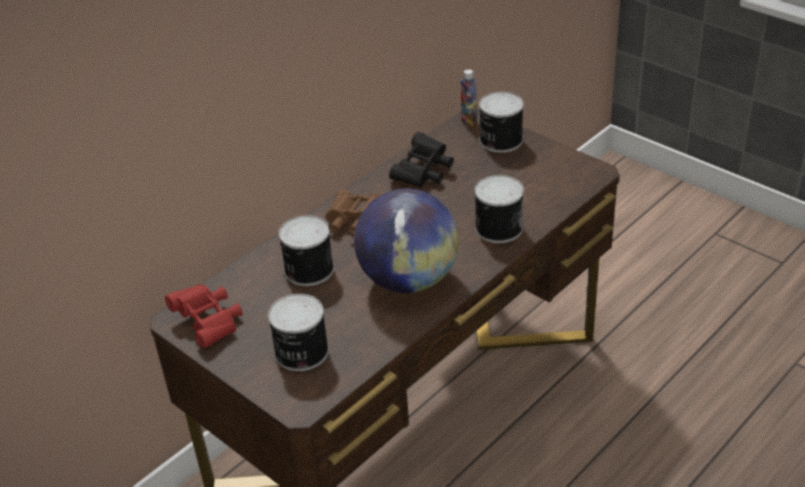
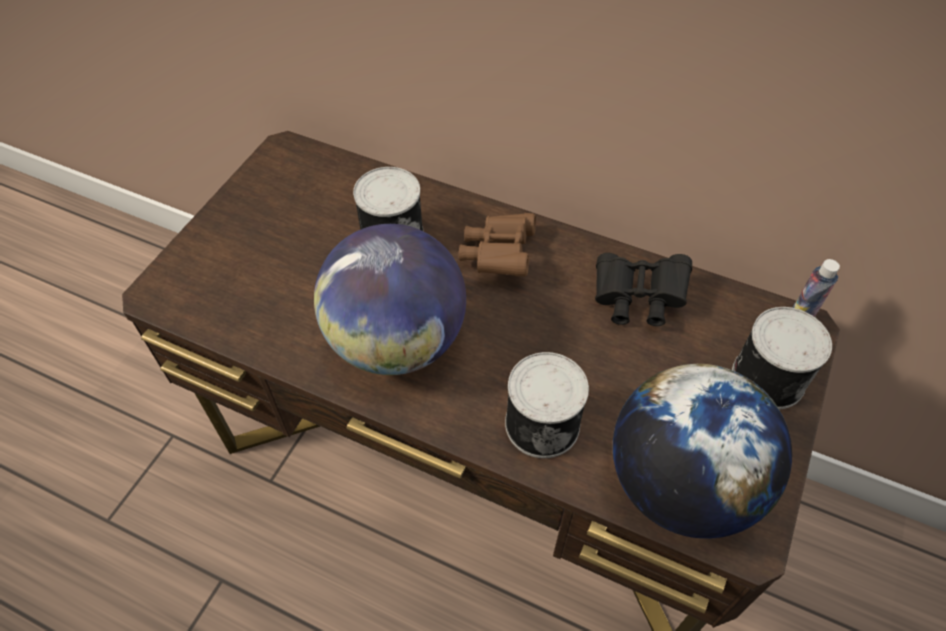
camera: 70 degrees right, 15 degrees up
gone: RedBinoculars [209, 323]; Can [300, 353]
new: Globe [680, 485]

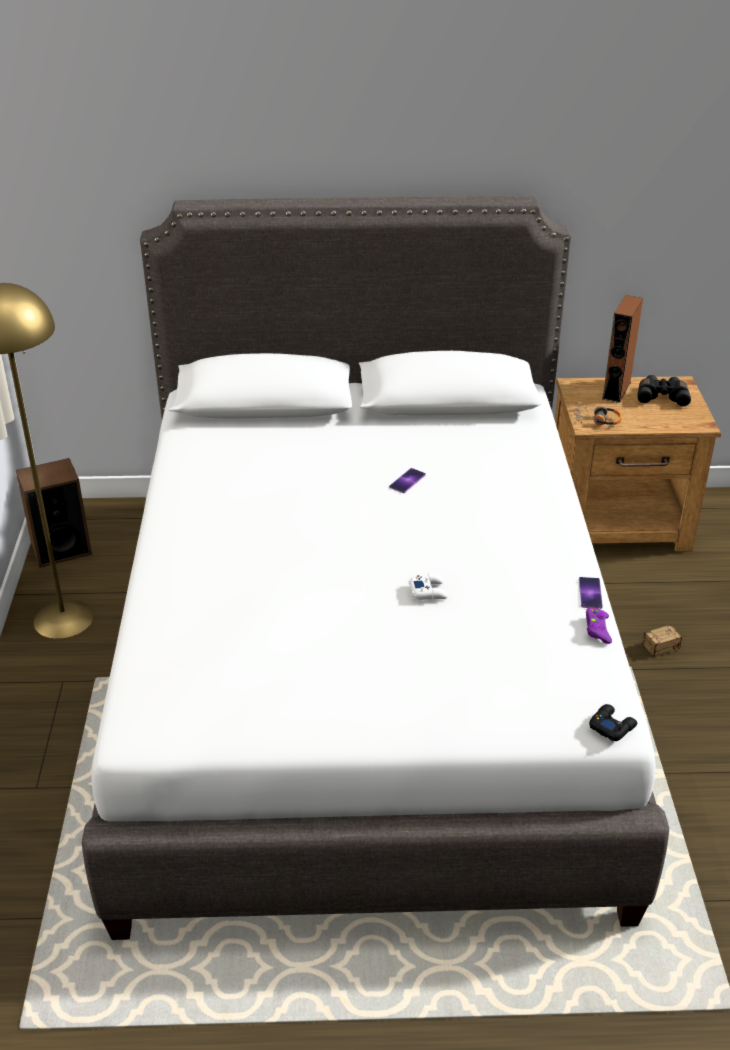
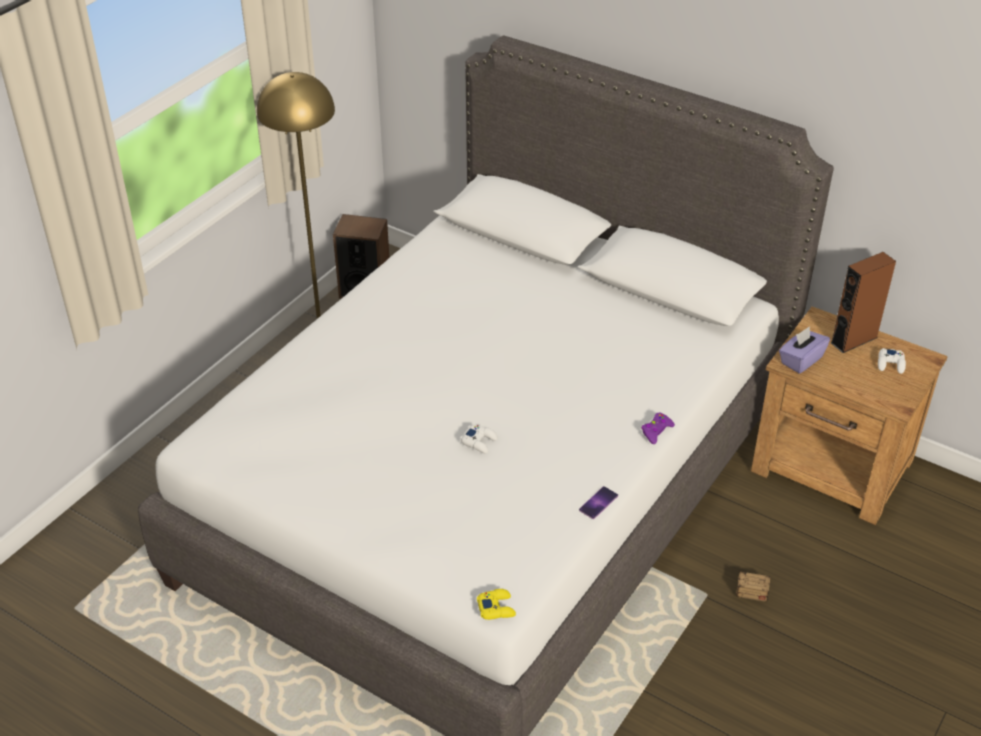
camera: 35 degrees right, 5 degrees up
gone: Phone [407, 481]
shifted: PurpleGameController [597, 629] to [656, 431]
swapped: Headphones [596, 420] to PurpleTissueBox [801, 360]; BlackBinoculars [662, 397] to WhiteGameController [890, 364]
repainted: BlackGameController [612, 726] to YellowGameController [496, 608]

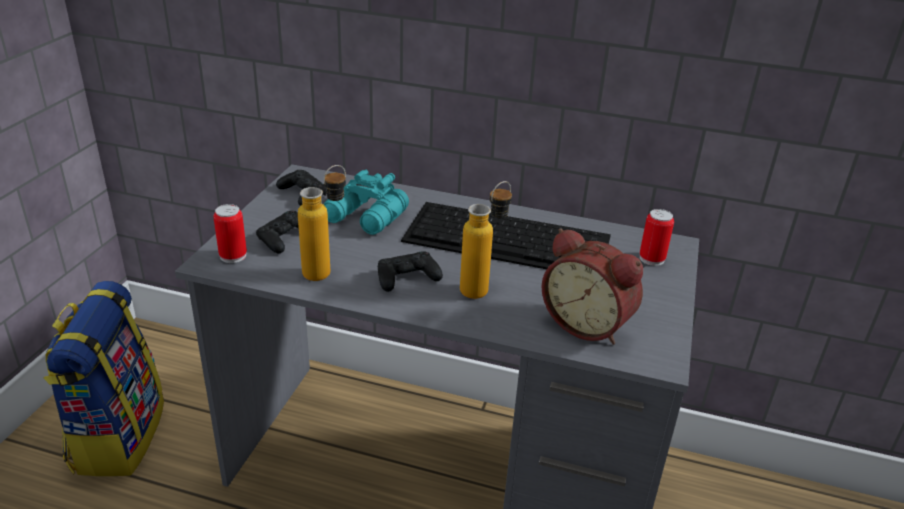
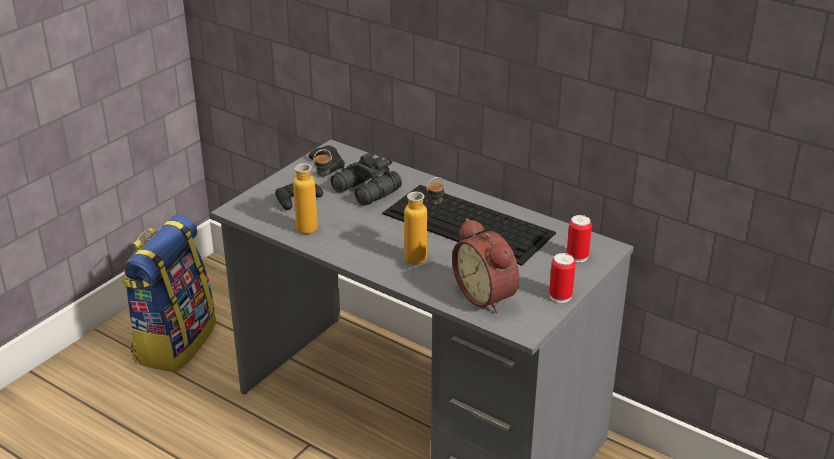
camera: 20 degrees right, 0 degrees up
gone: BlackGameController [407, 278]
shifted: Can [233, 256] to [560, 296]
repainted: TurquoiseBinoculars [366, 217] to BlackBinoculars [366, 191]

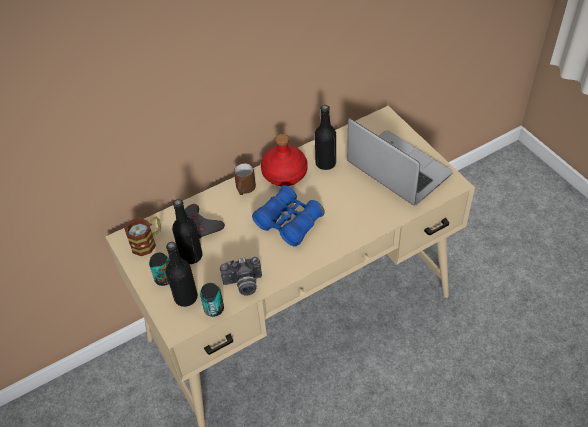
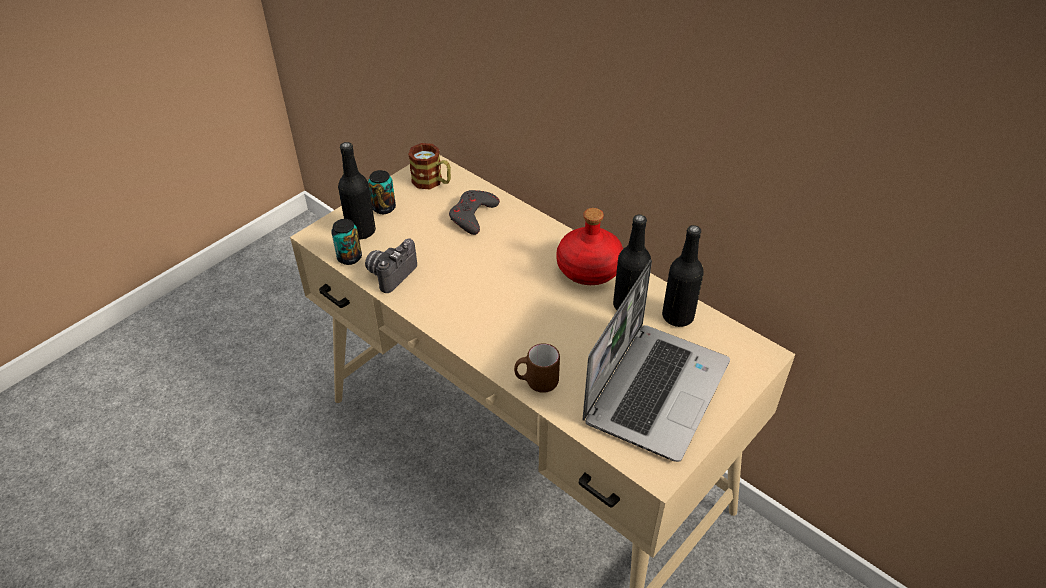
camera: 70 degrees right, 5 degrees down
gone: BlueBinoculars [289, 222]
shifted: BrownMug [245, 190] to [536, 382]; BlackBottle [191, 256] to [677, 316]
rotated: PhotoCamera [243, 285] = [390, 273] 60 degrees clockwise

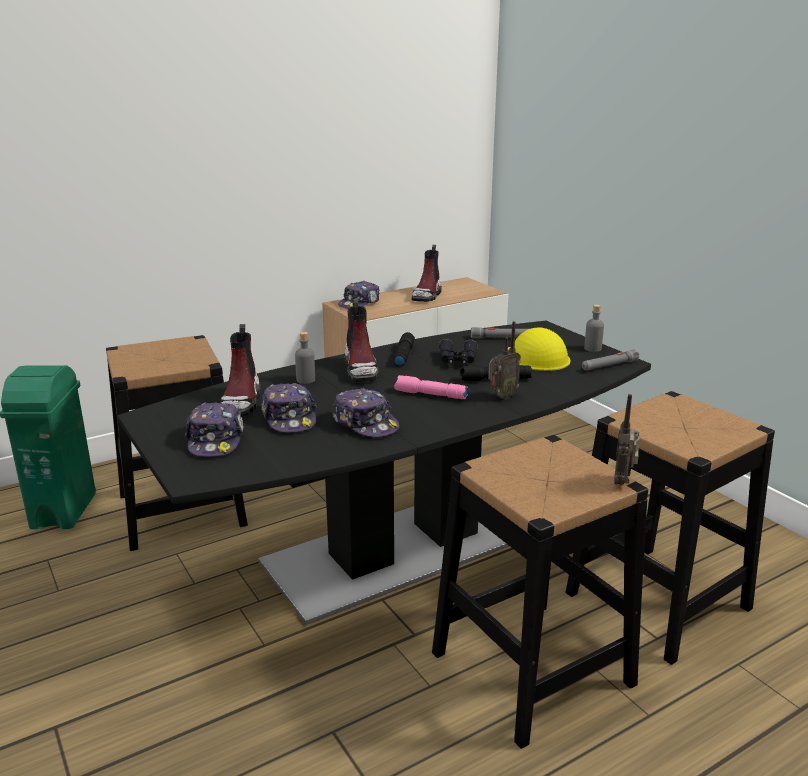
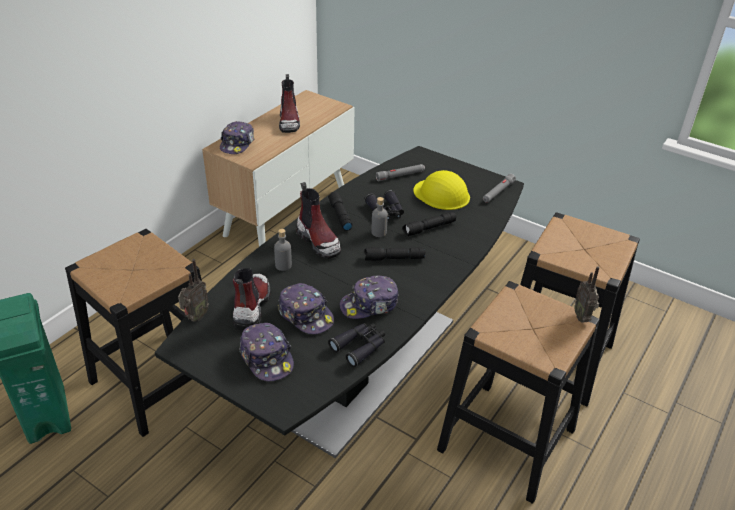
camera: 25 degrees left, 15 degrees up
new: BlackBinoculars [360, 346]
shifted: Radio [501, 397] to [195, 317]; GreyBottle [592, 348] to [379, 232]
repainted: PinkFlashlight [430, 395] to BlackFlashlight [393, 259]
rotated: Boot [241, 402] = [251, 307] 150 degrees counterclockwise; Cap [366, 423] = [370, 305] 135 degrees clockwise

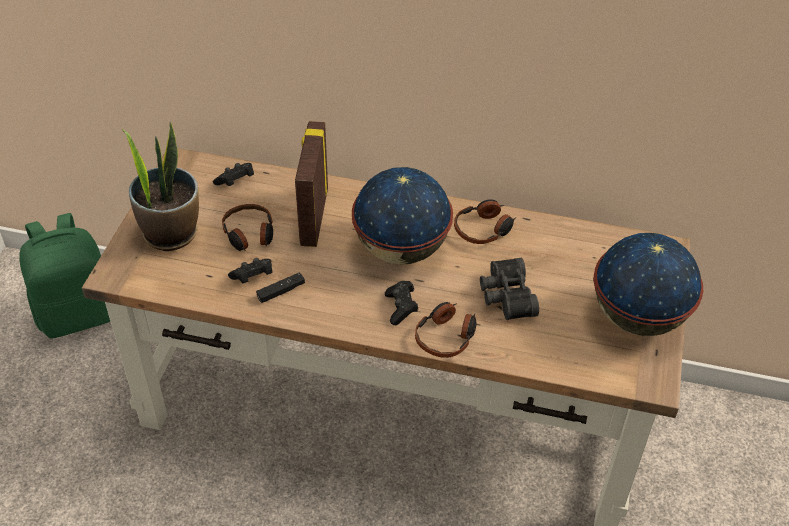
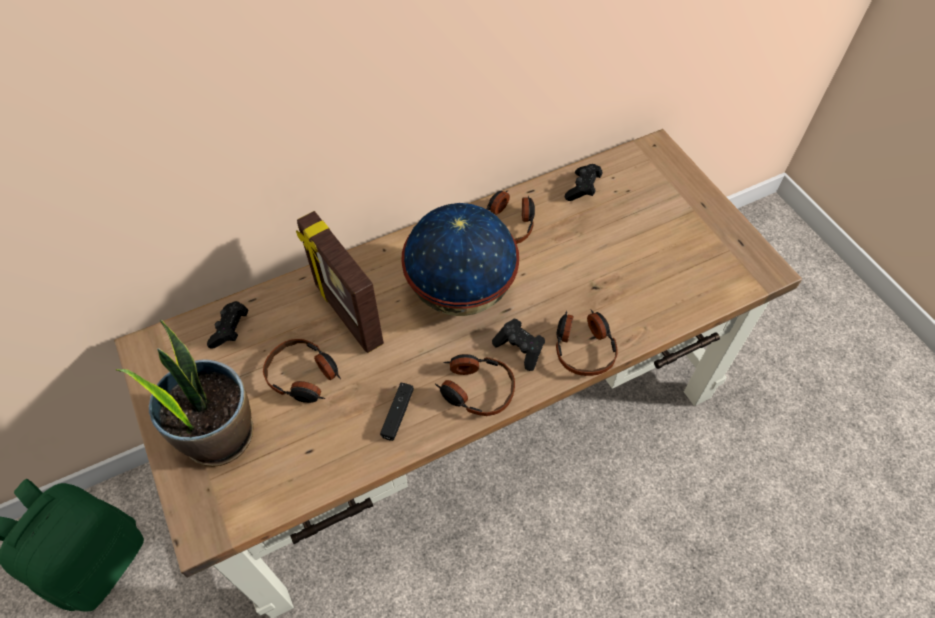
camera: 40 degrees left, 10 degrees up
gone: BlackBinoculars [505, 296]; Globe [638, 317]
new: Headphones [475, 389]
shifted: BlackGameController [253, 277] to [582, 189]

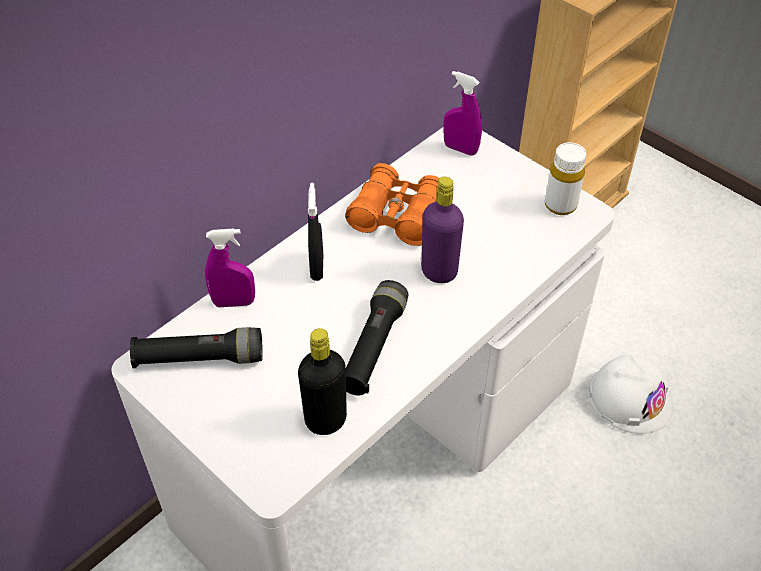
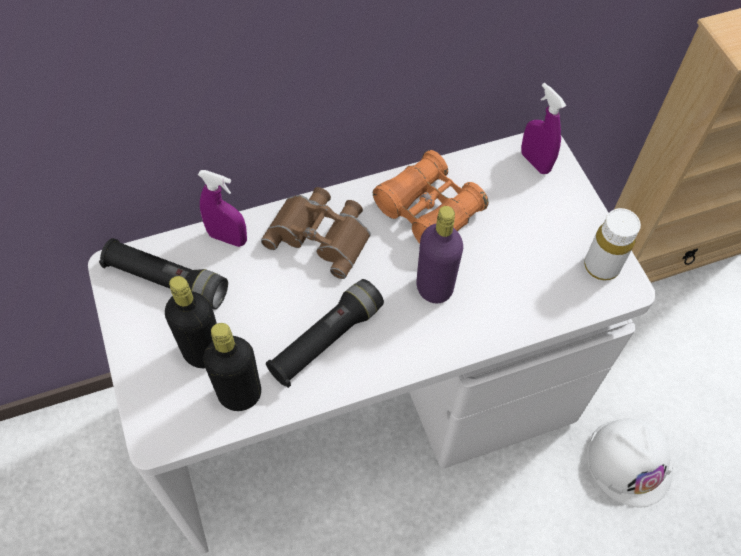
camera: 25 degrees right, 10 degrees up
new: BlackBottle [203, 352]
swapped: BlackSprayBottle [317, 267] to BrownBinoculars [322, 234]

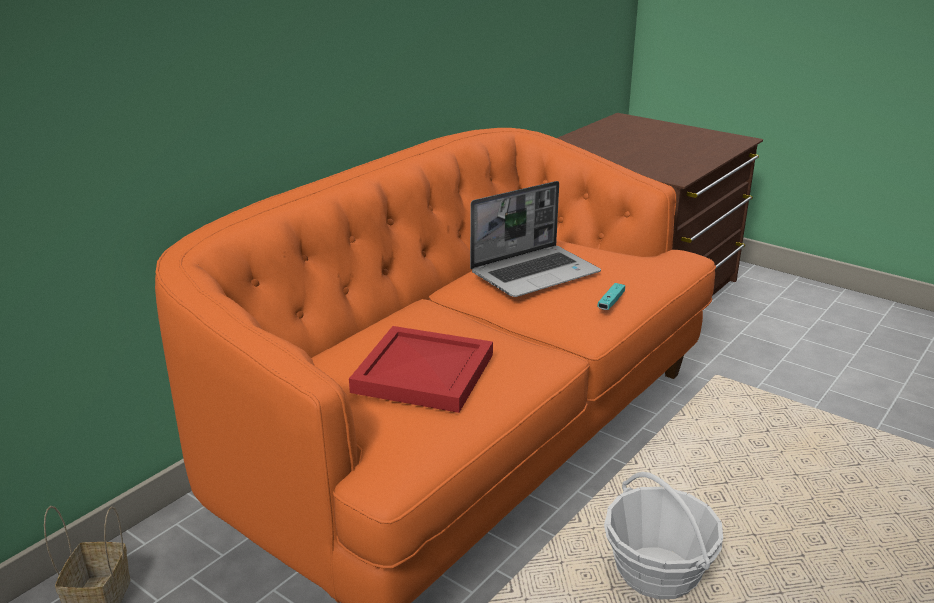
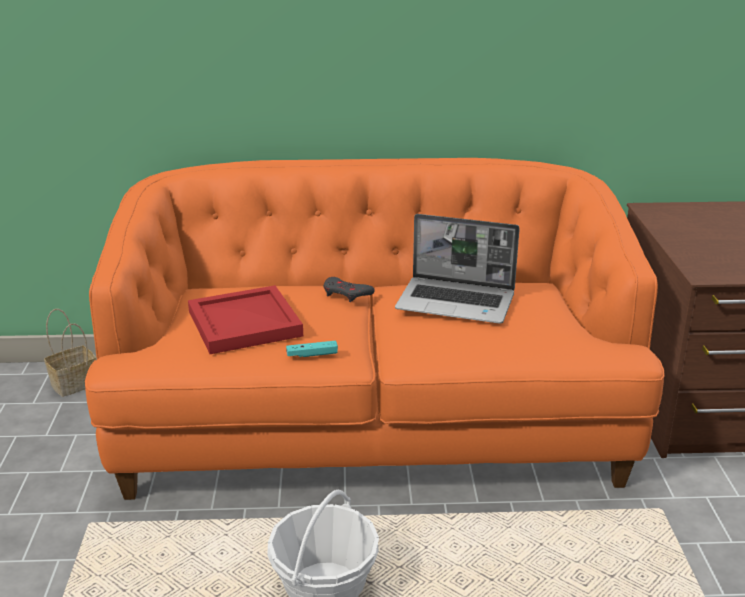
camera: 50 degrees right, 0 degrees up
new: GreyGameController [346, 293]
shifted: TurquoiseGameController [611, 302] to [312, 354]

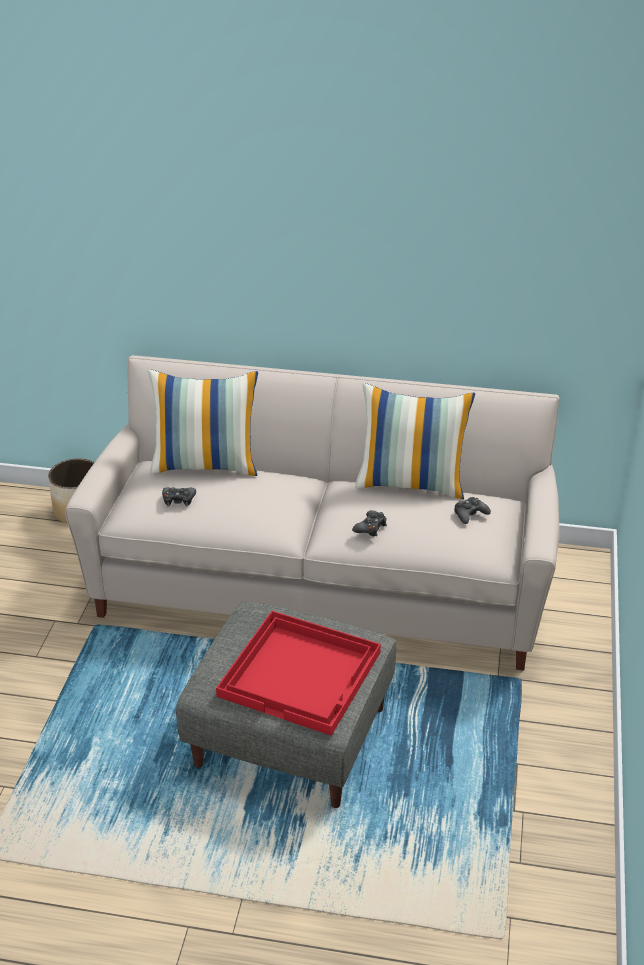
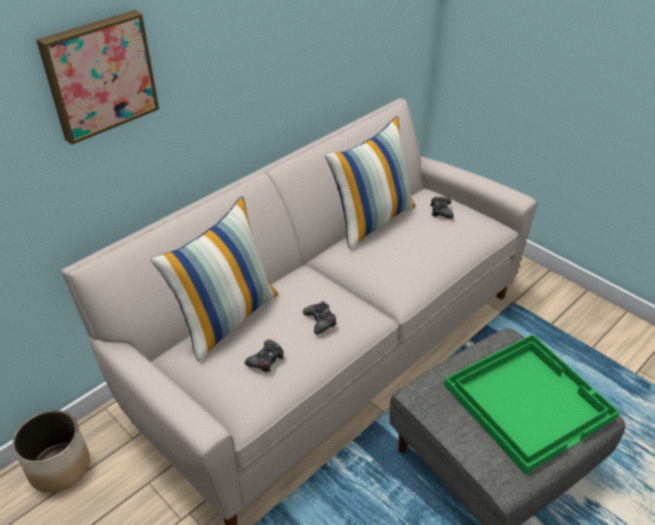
camera: 55 degrees left, 5 degrees up
new: Picture [99, 75]
shifted: BlackGameController [370, 527] to [320, 321]
repainted: RedTray [301, 673] to GreenTray [528, 400]

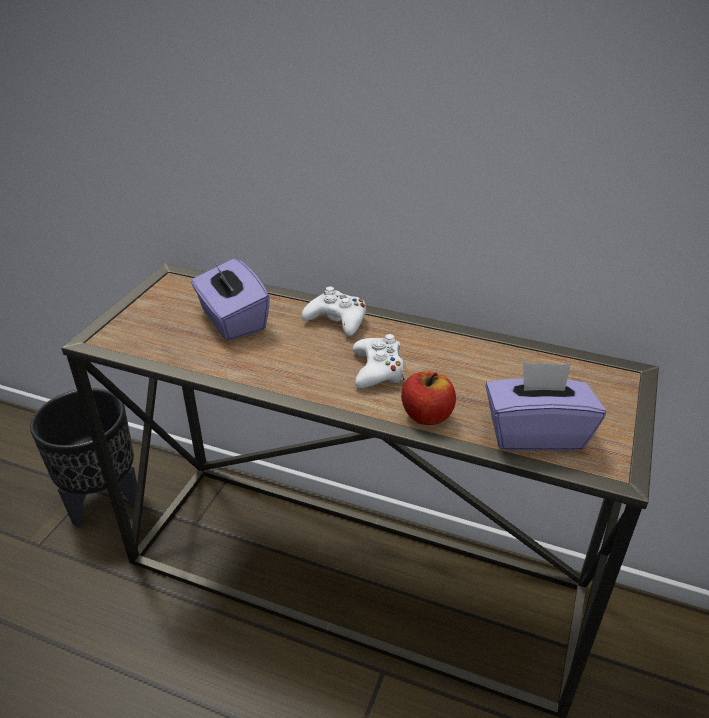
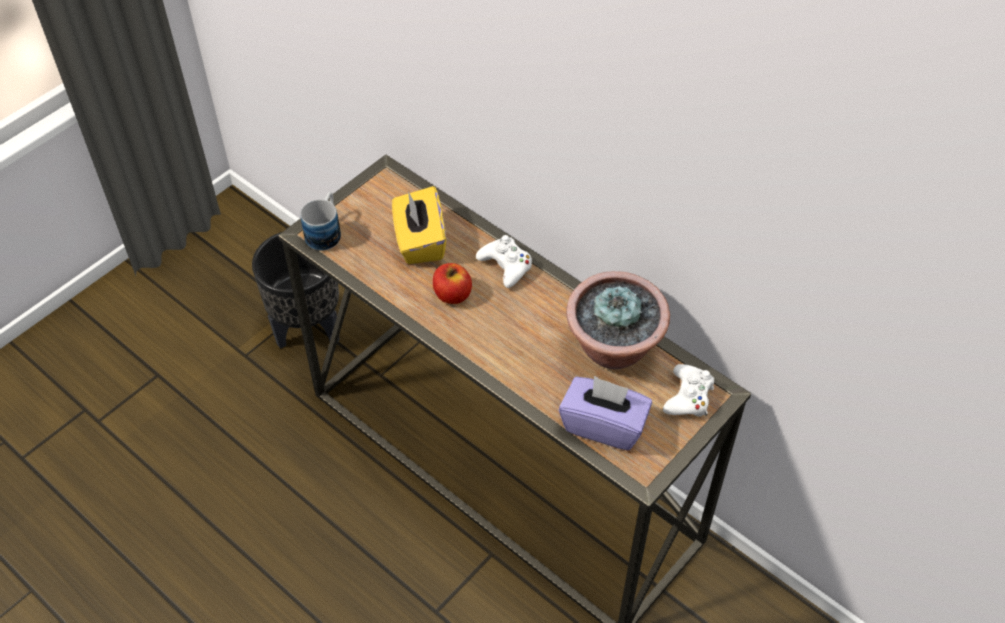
camera: 20 degrees right, 15 degrees up
new: Mug [325, 231]; PottedPlant [614, 349]
shifted: Apple [426, 415] to [452, 294]; WhiteGameController [378, 370] to [688, 397]
repainted: PurpleTissueBox [232, 320] to YellowTissueBox [420, 241]

